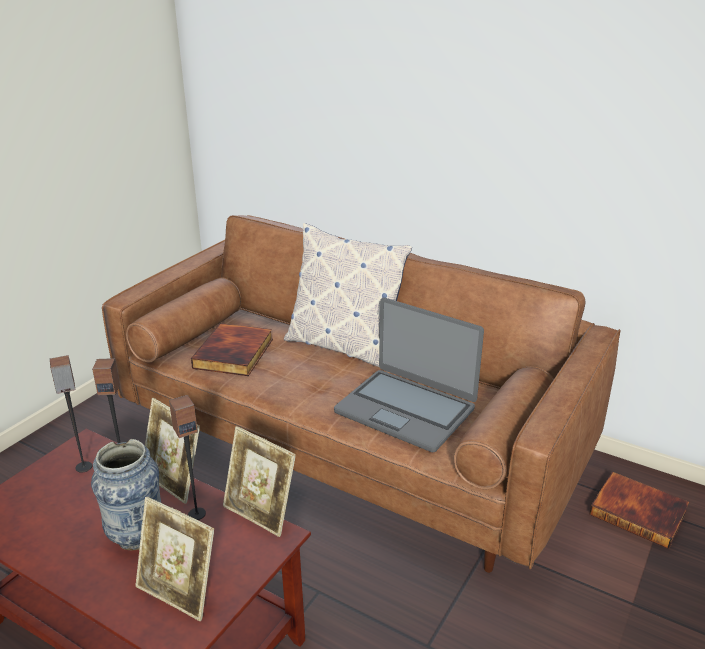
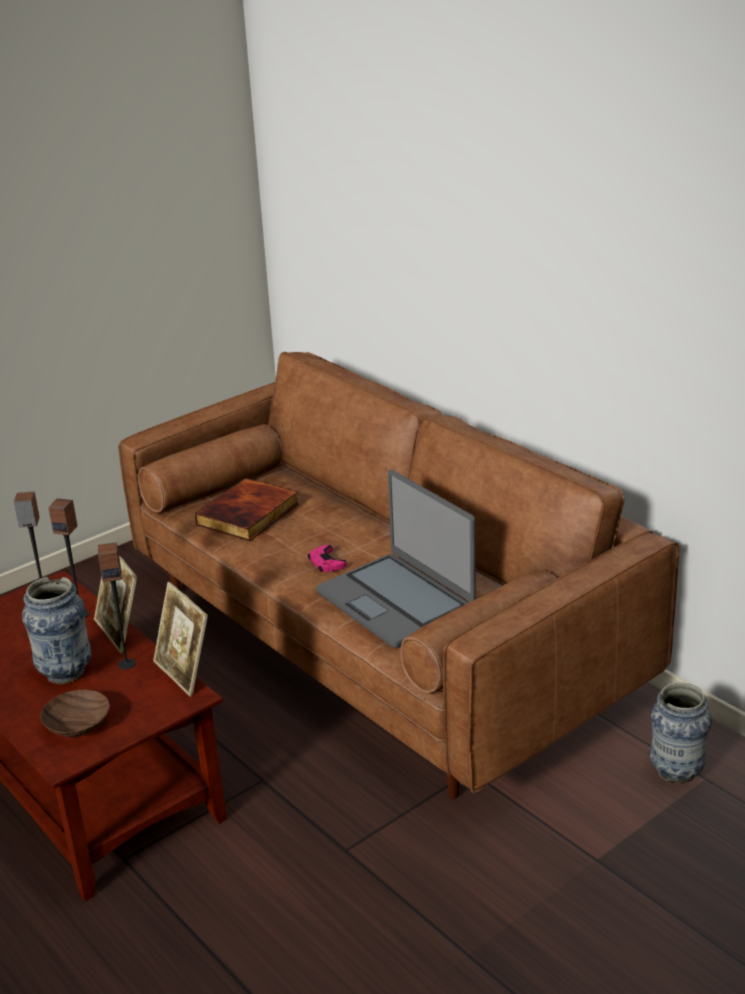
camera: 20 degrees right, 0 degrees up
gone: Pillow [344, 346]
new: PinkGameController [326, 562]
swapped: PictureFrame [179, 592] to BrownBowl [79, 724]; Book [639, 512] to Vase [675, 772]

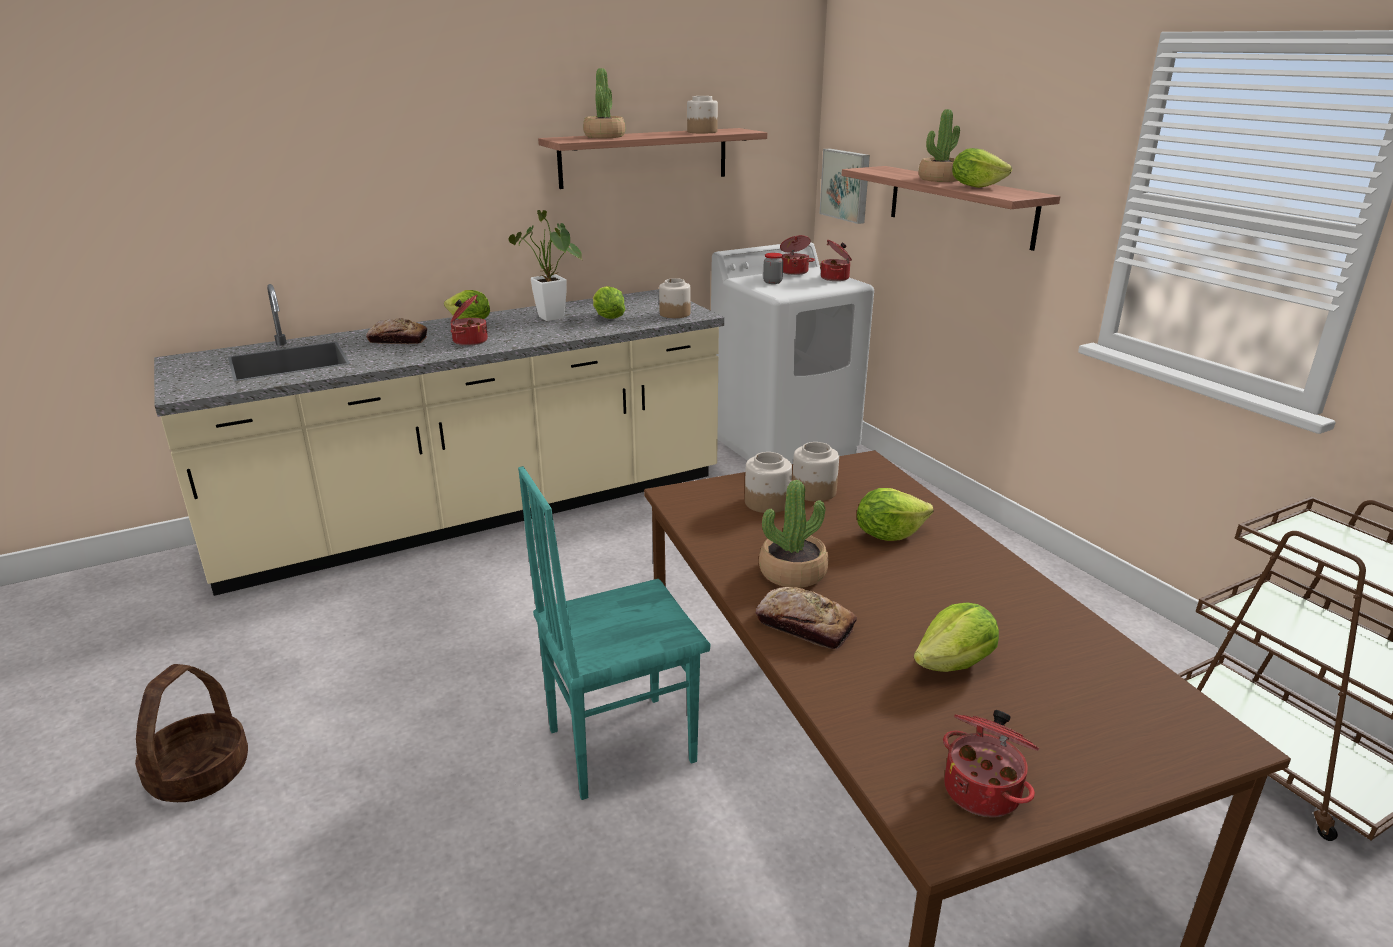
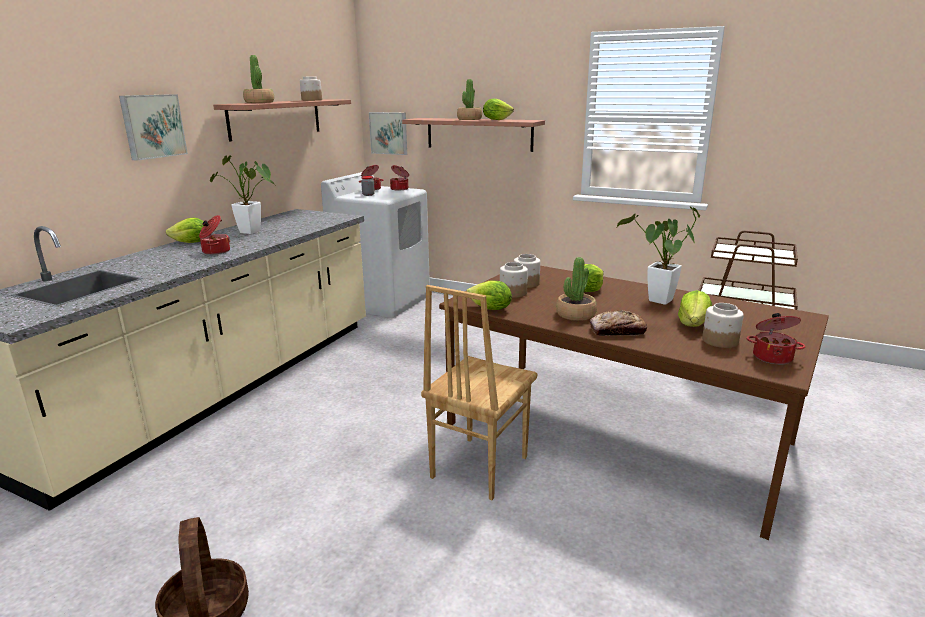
camera: 35 degrees left, 5 degrees down
gone: Bread [398, 340]
new: Picture [152, 126]; PottedPlant [657, 302]
shifted: Lettuce [608, 318] to [490, 309]; Jar [674, 314] to [719, 341]
repainted: TurquoiseChair [619, 744] to BrownChair [477, 467]

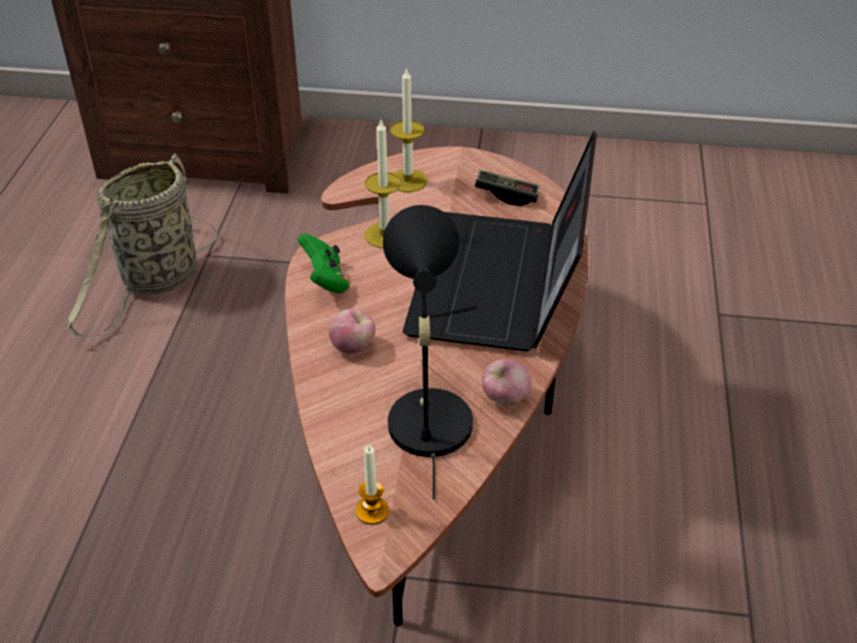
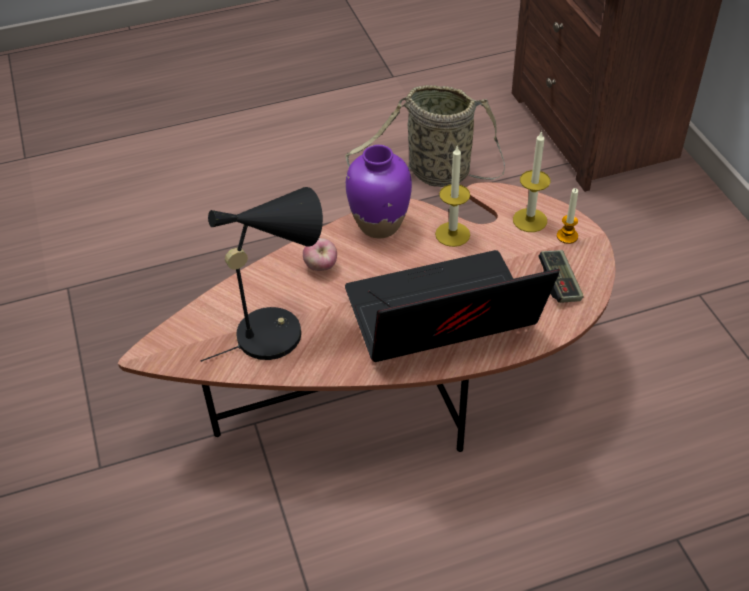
camera: 65 degrees right, 5 degrees up
gone: Apple [505, 398]
shifted: Candle [372, 511] to [567, 236]
swapped: GreenGameController [325, 280] to PurpleVase [379, 225]

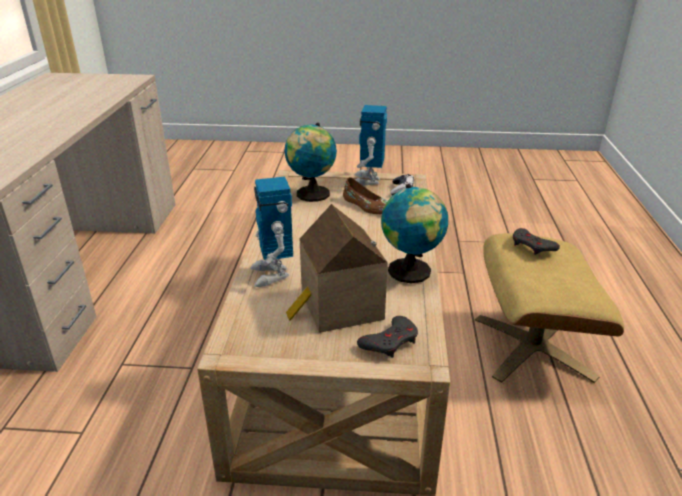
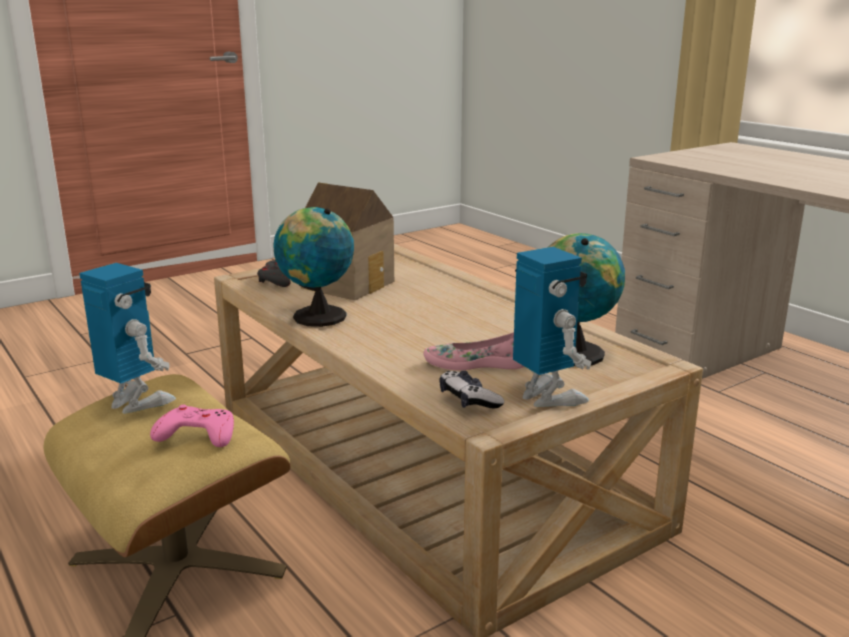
camera: 140 degrees right, 10 degrees down
shifted: ToyRobot [273, 274] to [136, 402]
repainted: GreyGameController [532, 246] to PinkGameController [197, 434]; BrownShoe [367, 206] to PinkShoe [476, 364]

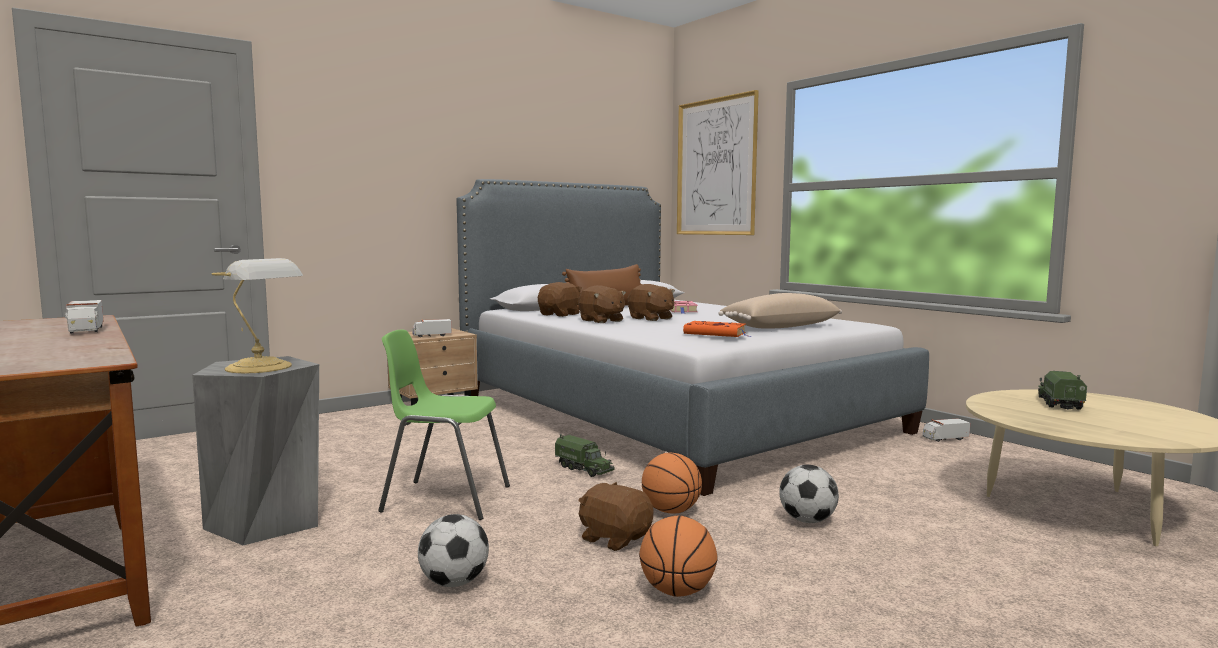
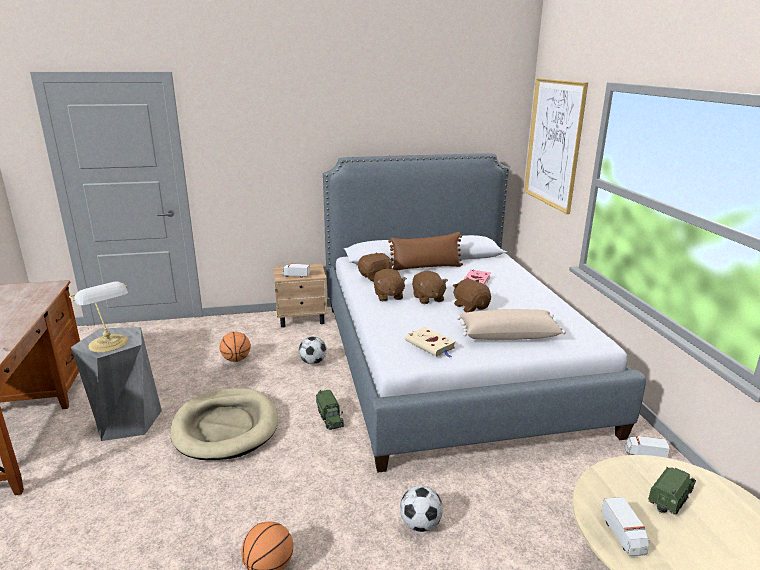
camera: 25 degrees right, 15 degrees up
shifted: Basketball [671, 511] to [236, 359]; Football [454, 583] to [313, 362]; BrownPlushToy [615, 538] to [471, 307]; ToyTruck [86, 330] to [623, 535]
swapped: GreenChair [445, 499] to BeigeDogBed [225, 427]
repainted: OrangeBook [716, 333] to BeigeBook [431, 345]

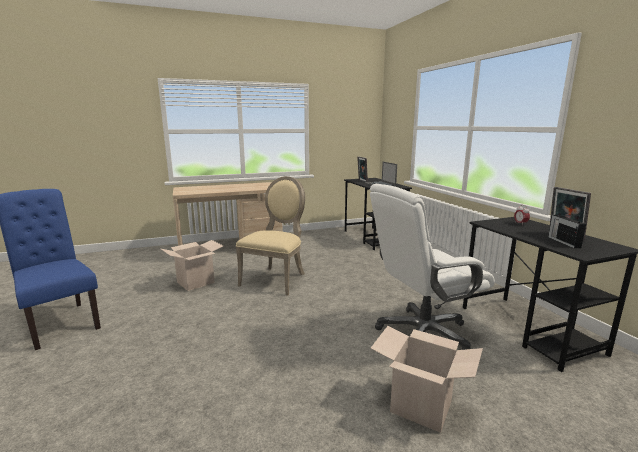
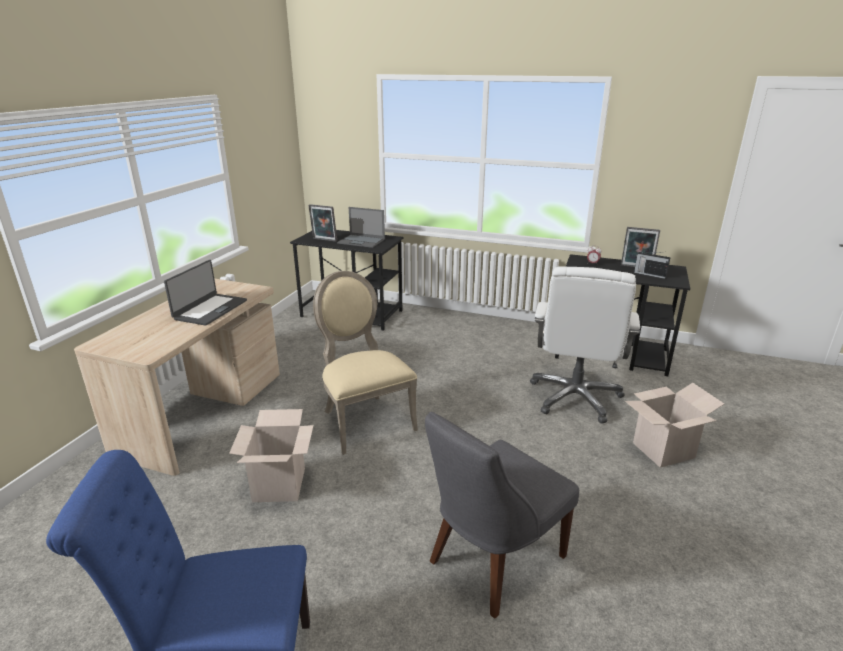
camera: 50 degrees left, 10 degrees up
new: Laptop [210, 309]; GreyChair [492, 561]

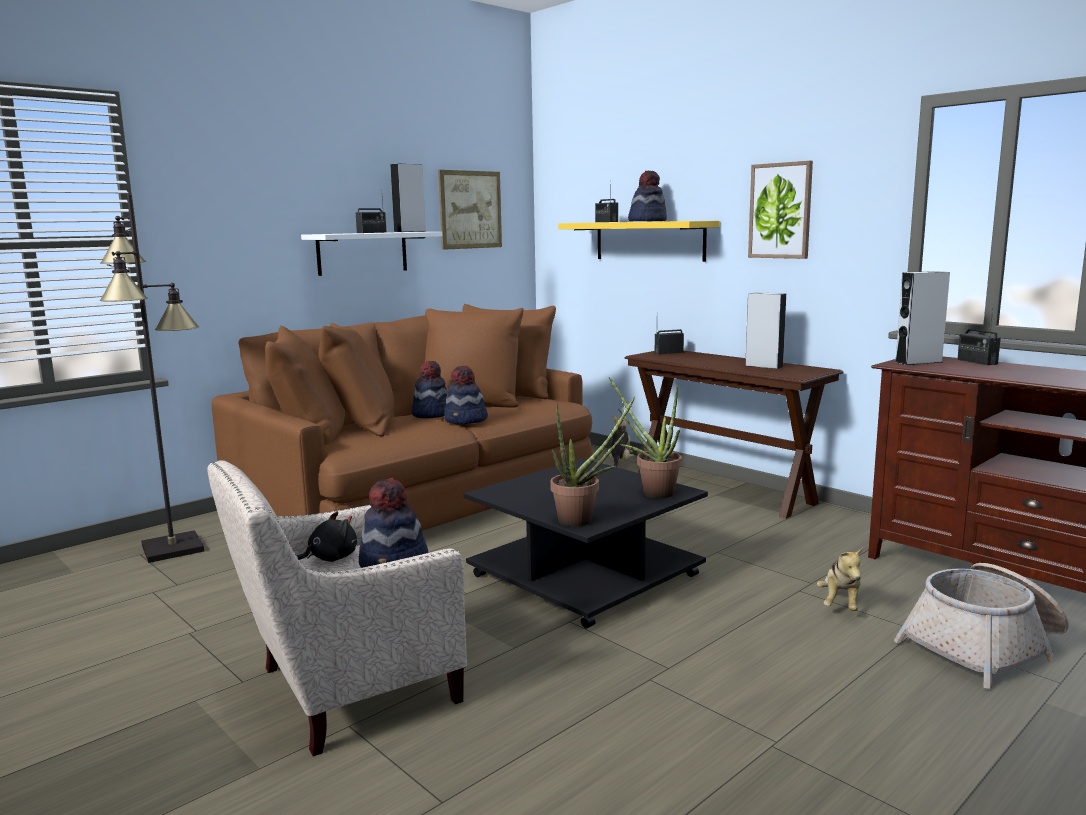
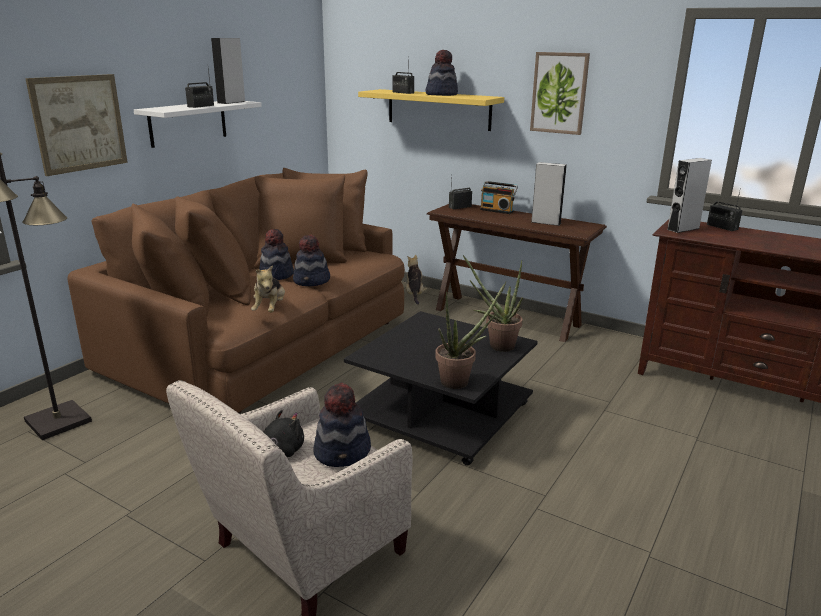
camera: 15 degrees left, 10 degrees up
gone: Basket [985, 647]
new: Radio [497, 210]
shifted: Picture [470, 209] to [79, 123]; PlushToy [840, 604] to [270, 309]

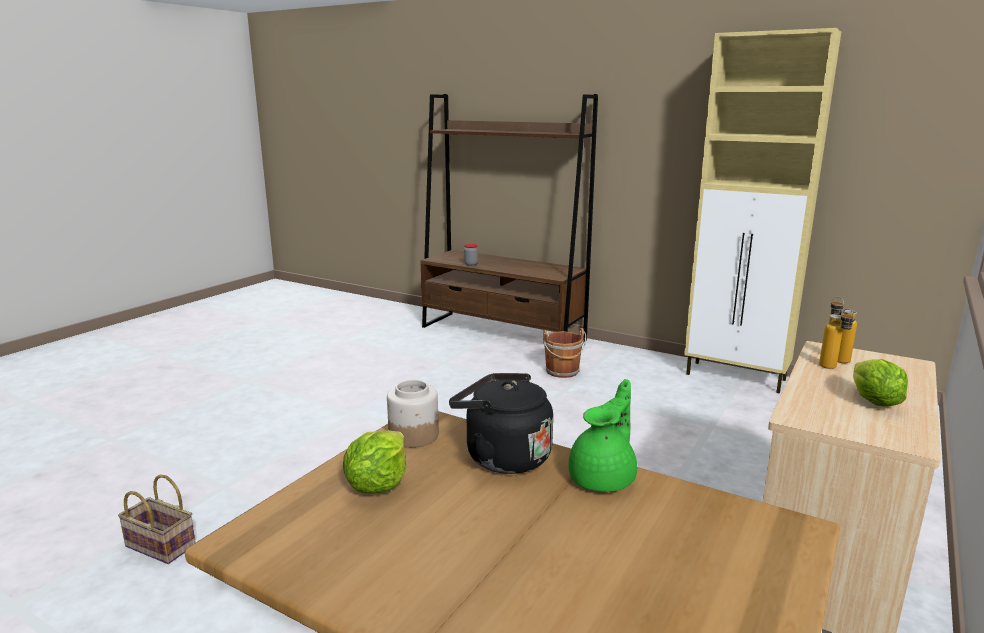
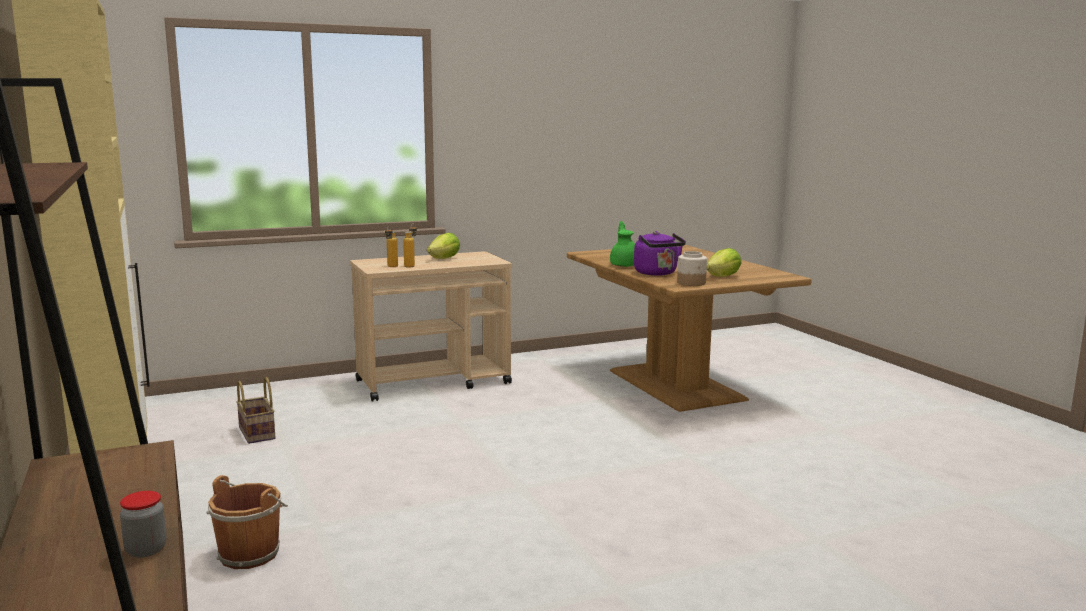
camera: 145 degrees left, 5 degrees down
shifted: Basket [158, 546] to [258, 433]
repainted: BlackKettle [502, 457] to PurpleKettle [657, 273]
rotated: GreenTeapot [604, 478] = [625, 265] 105 degrees clockwise

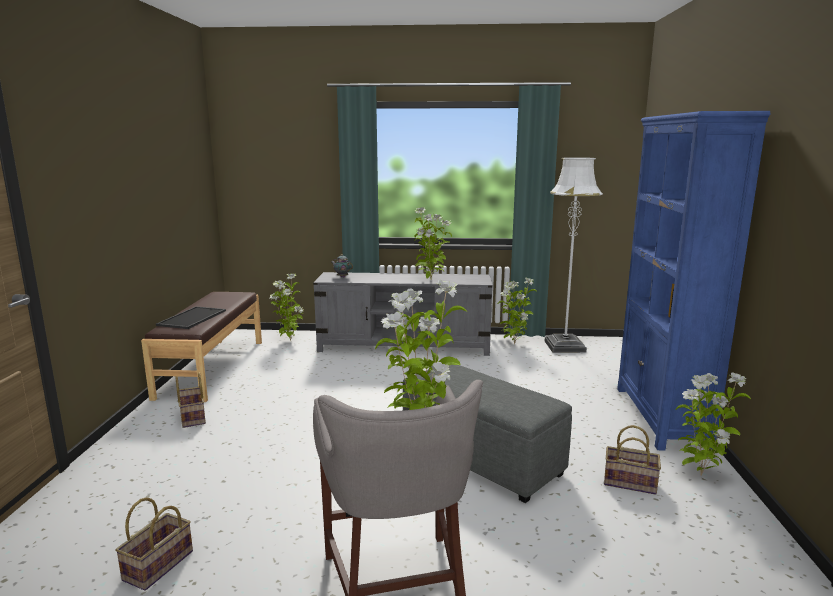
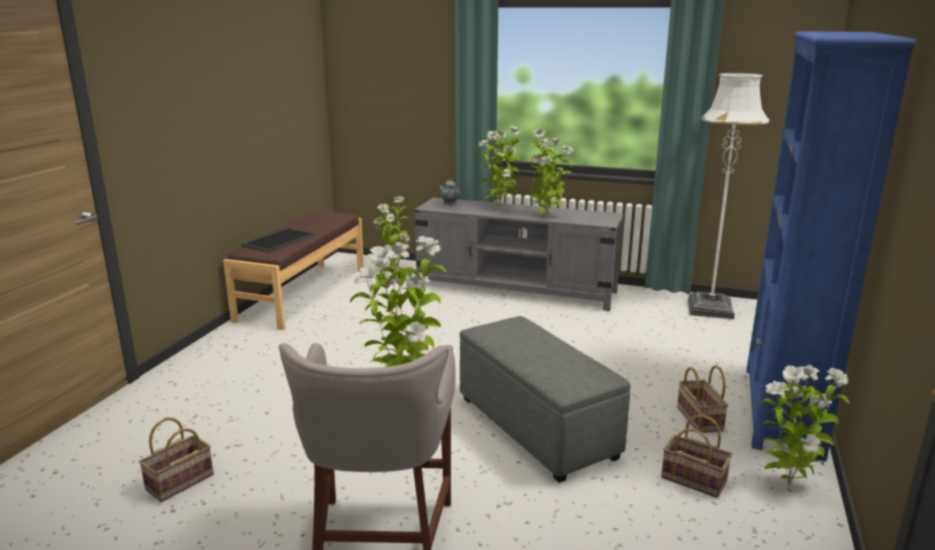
camera: 15 degrees right, 5 degrees up
shifted: PottedPlant [513, 344] to [499, 208]; Basket [192, 417] to [698, 418]

